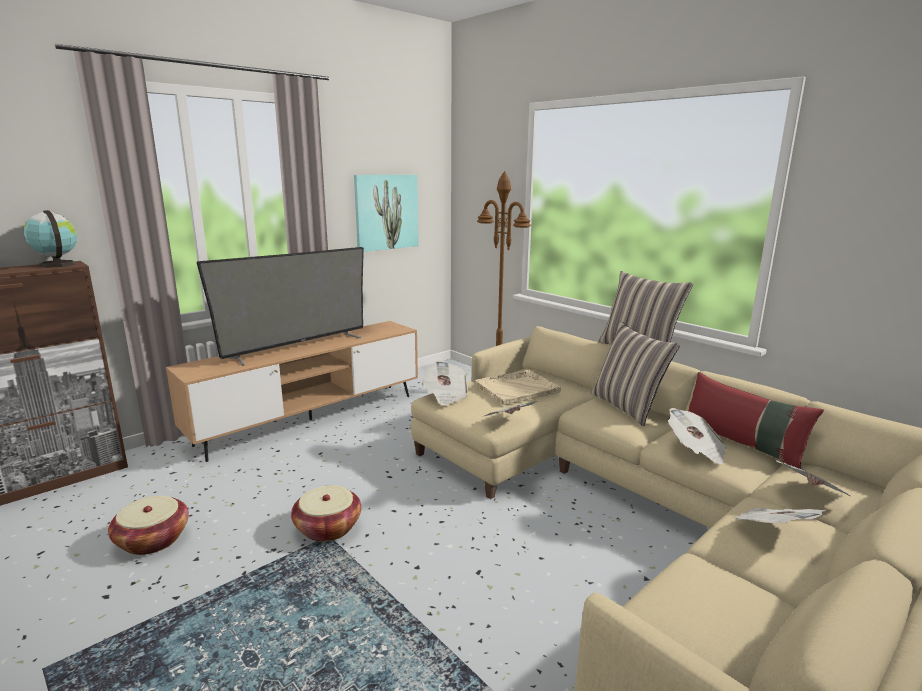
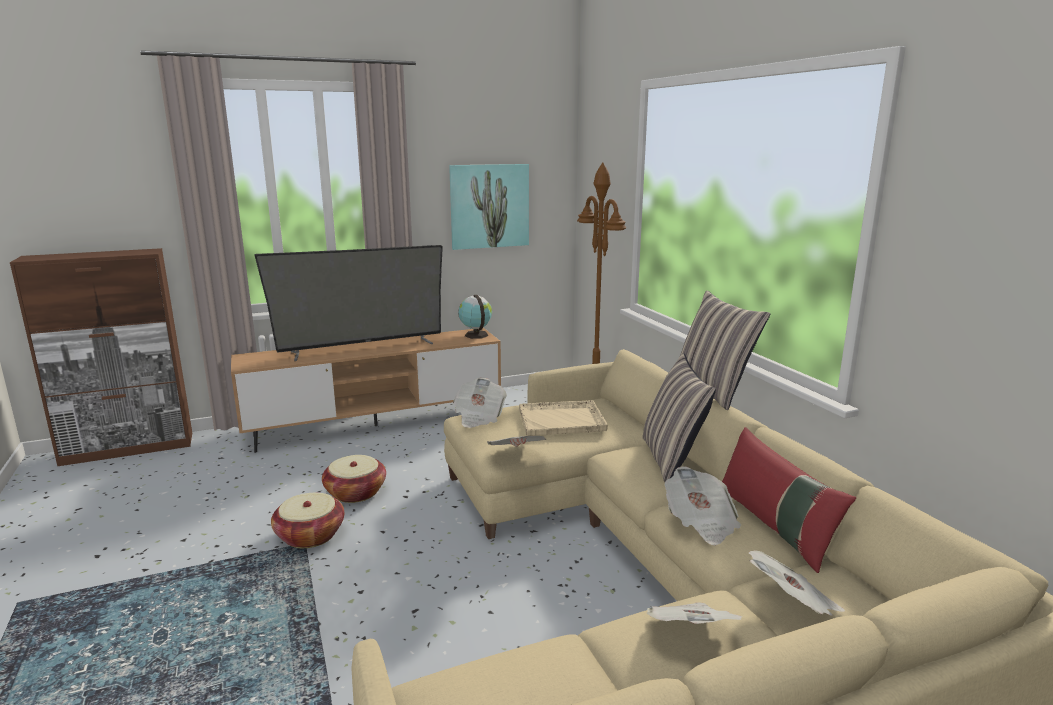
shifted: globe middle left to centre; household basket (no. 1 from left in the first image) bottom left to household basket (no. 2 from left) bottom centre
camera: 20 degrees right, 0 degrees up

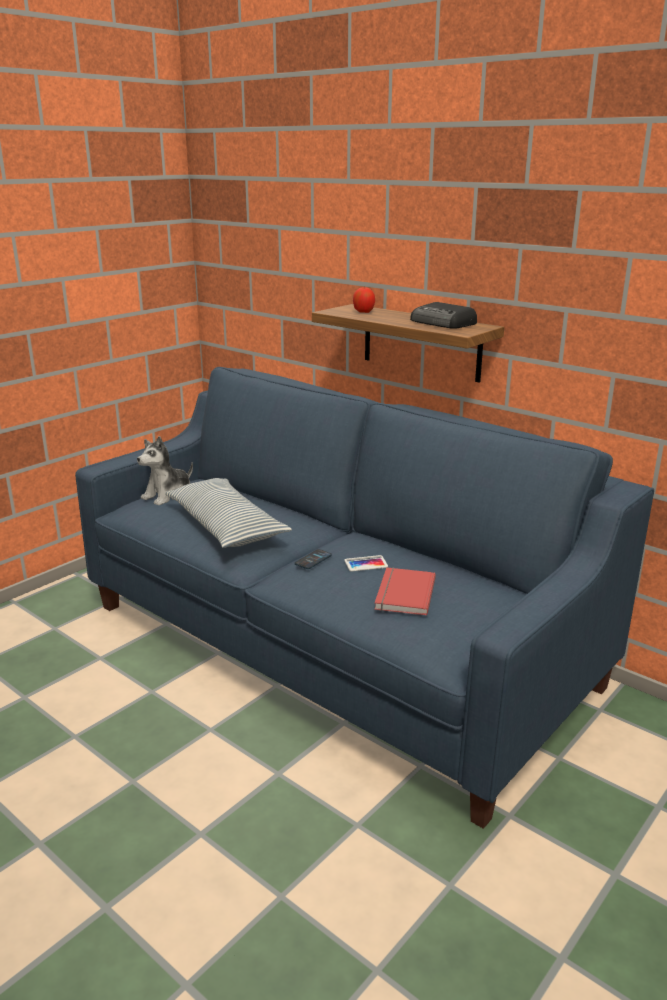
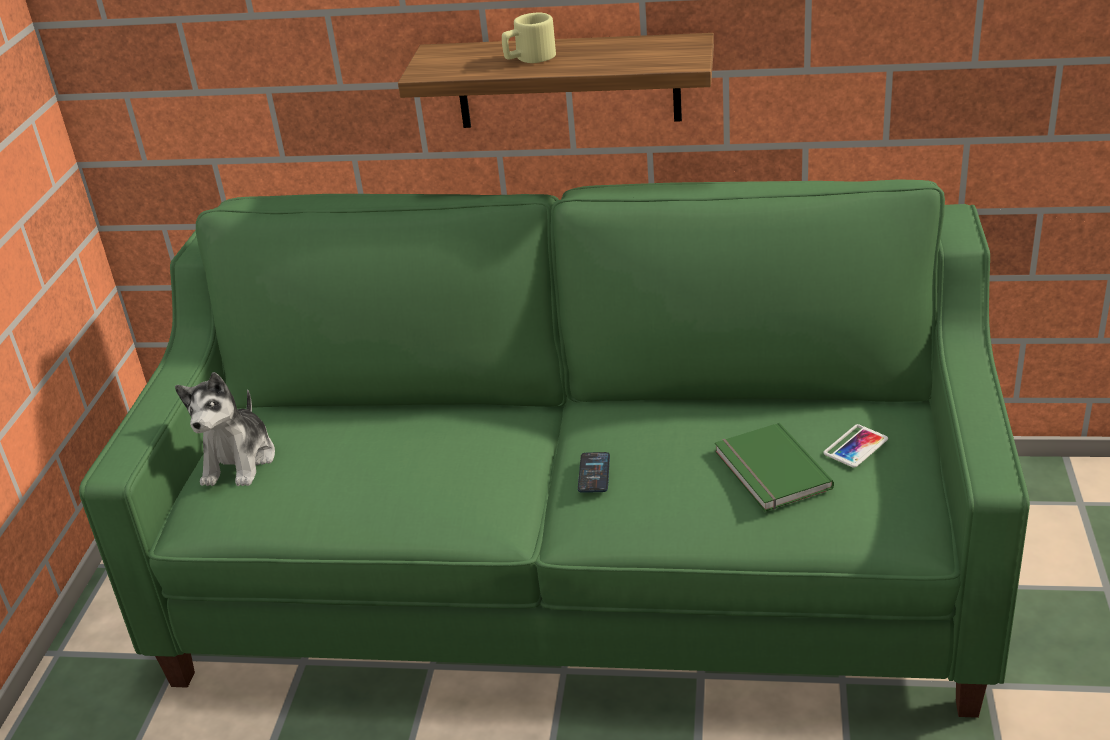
gone: pillow centre; whole apple top centre; radio set top centre
new: beige-coloured mug top centre
shifted: telephone (no. 2 from left) centre to middle right
repainted: blue couch centre to green couch centre; red-coloured bound book centre to green bound book middle right
camera: 30 degrees left, 10 degrees up

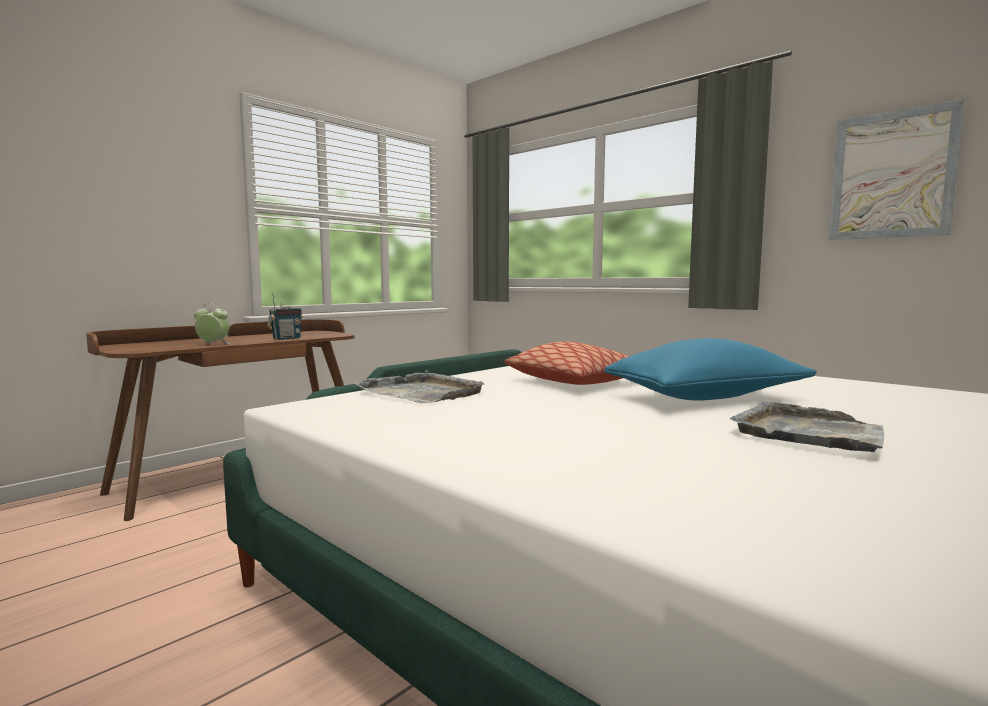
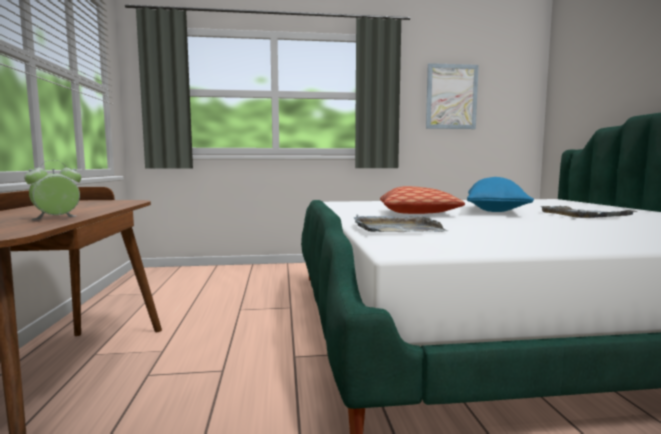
gone: radio set middle left
camera: 50 degrees left, 0 degrees up

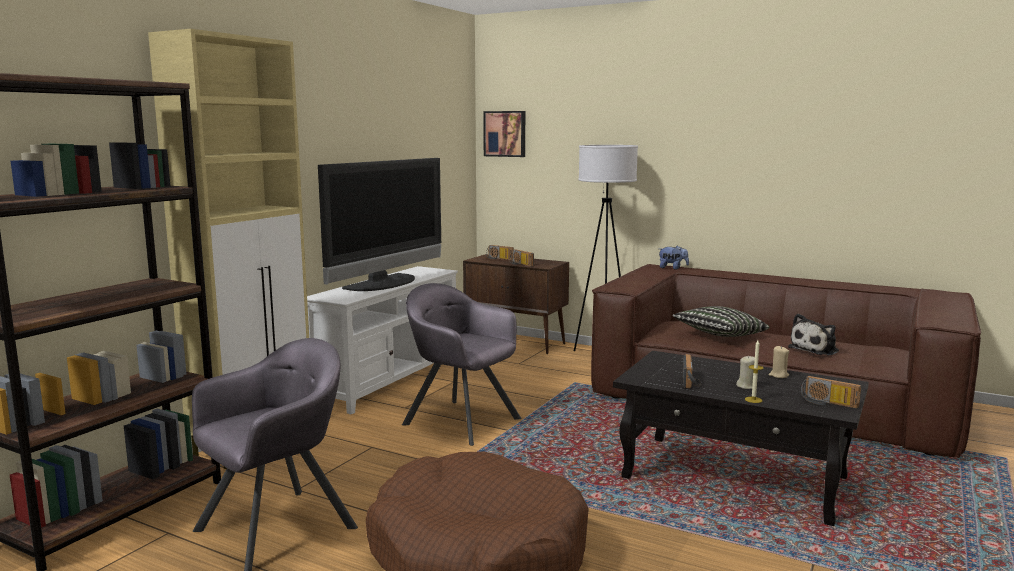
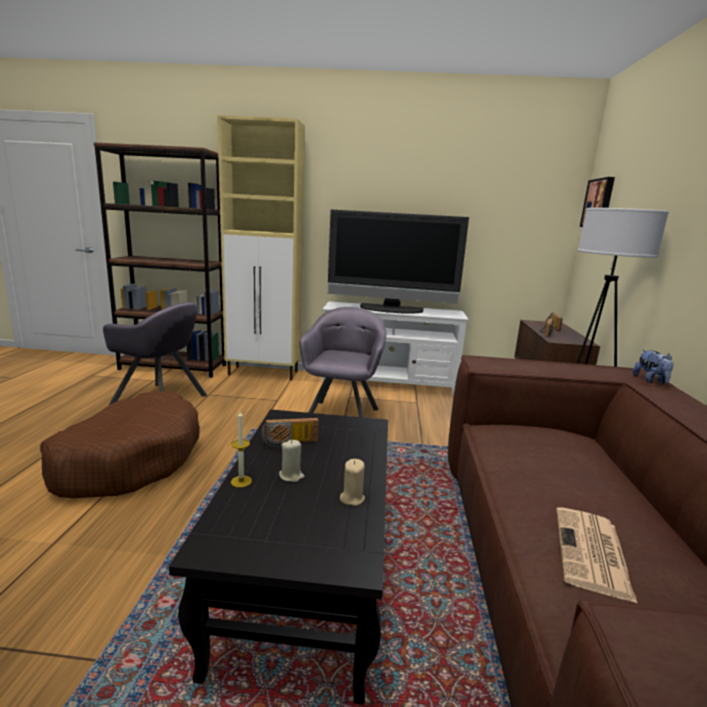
gone: pillow middle right; radio set (no. 4 from left) bottom right
swapped: plush toy (no. 2 from left) middle right to daily paper bottom right
camera: 65 degrees right, 5 degrees up

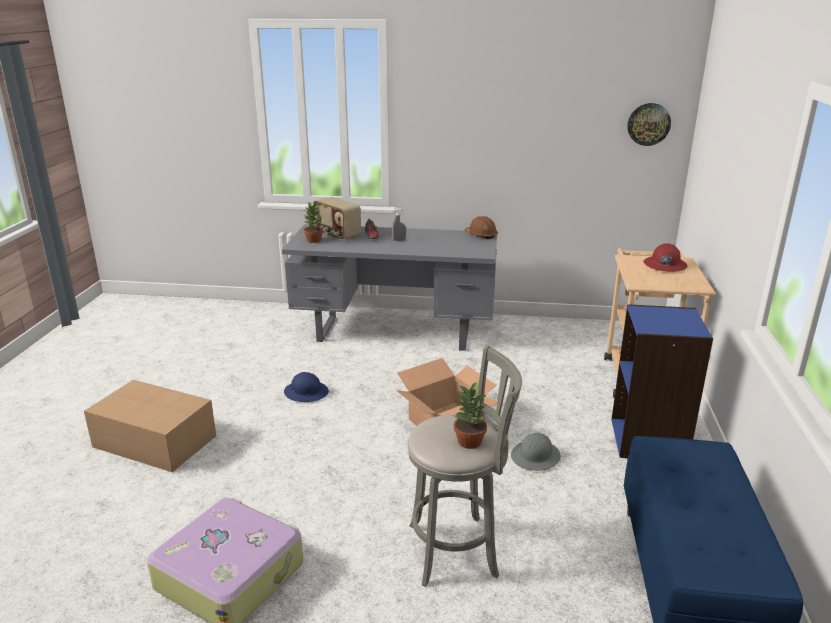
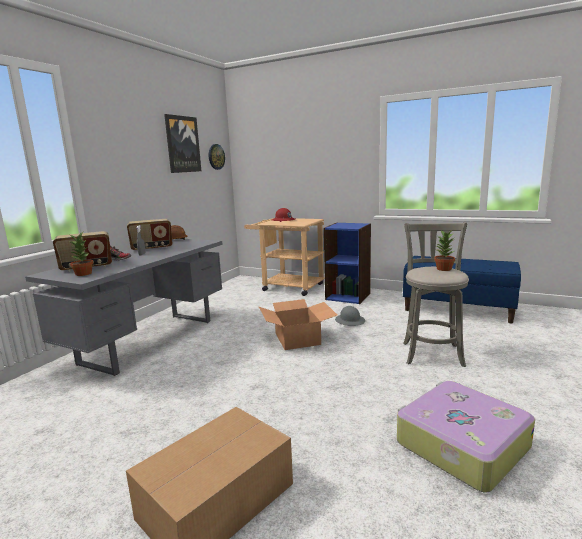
gone: blue hard hat centre
new: radio set (no. 2 from left) middle left; picture top left
camera: 70 degrees left, 10 degrees down

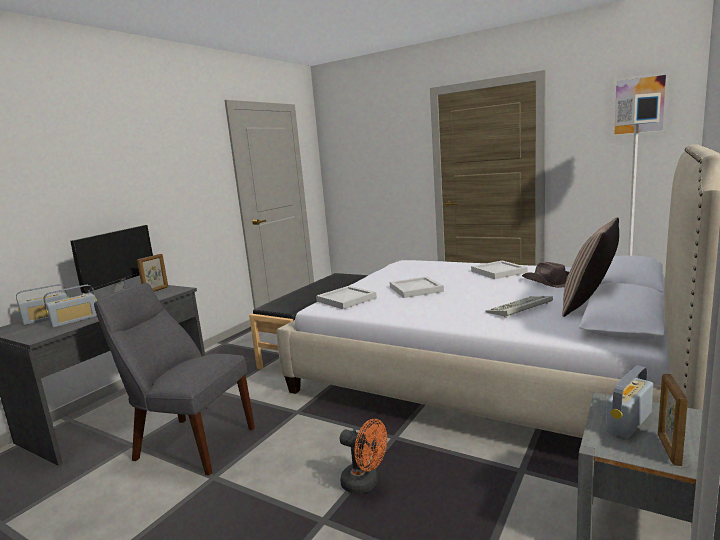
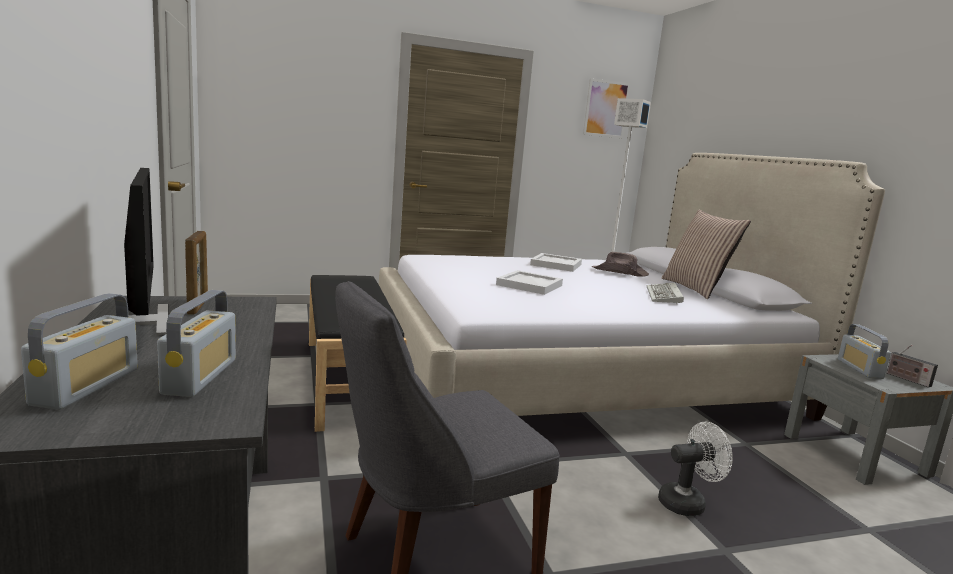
gone: white-coloured tray (no. 1 from left) centre
swapped: standing frame (no. 2 from left) bottom right to radio set (no. 4 from left) middle right
repainted: orange cooling fan bottom centre to white-coloured cooling fan bottom right
camera: 50 degrees left, 0 degrees up

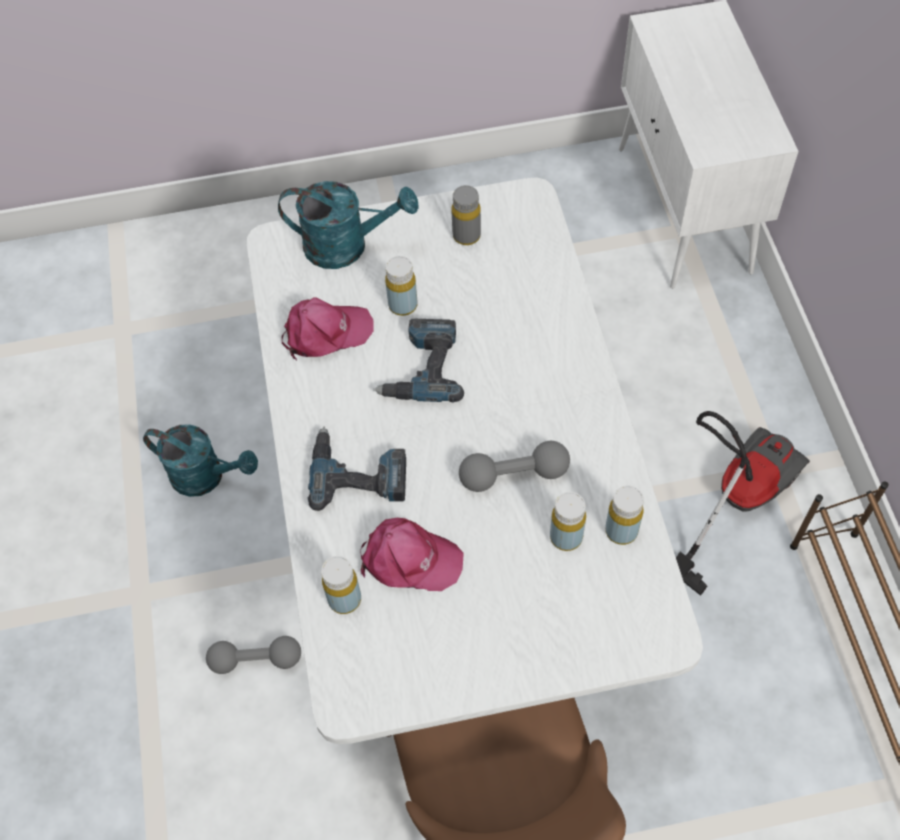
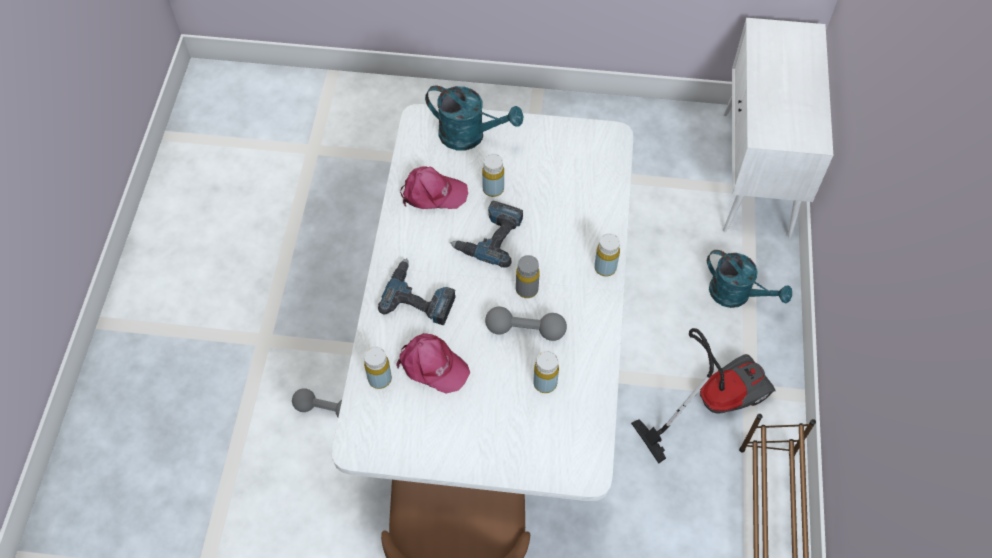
shifted: turquoise-coloured sprinkling can (no. 1 from left in the first image) middle left to turquoise-coloured sprinkling can (no. 2 from left) middle right; grey drink bottle top centre to centre; yellow-coloured drink bottle (no. 4 from left) middle right to centre
camera: 15 degrees right, 0 degrees up

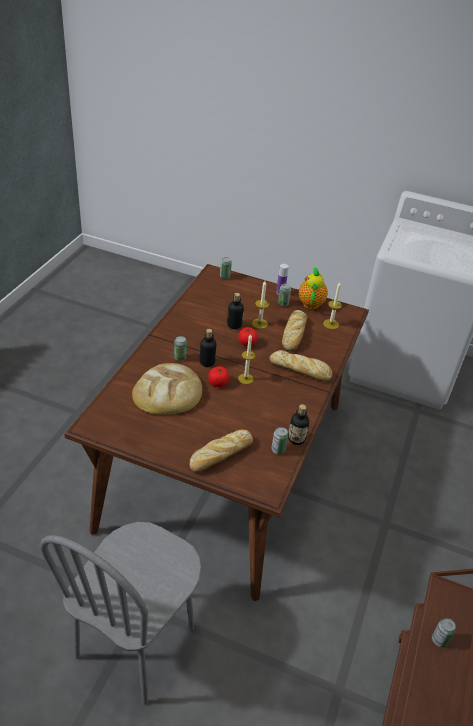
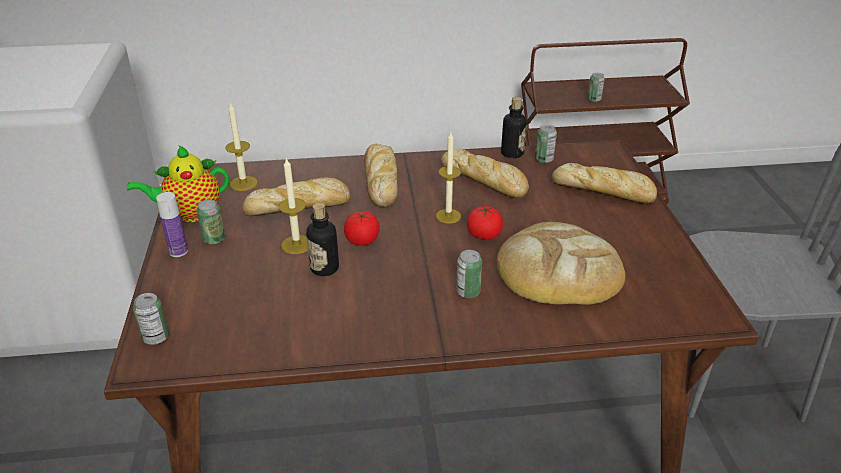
gone: drink bottle (no. 1 from left) centre
new: baked bread (no. 3 from left) centre
camera: 115 degrees left, 5 degrees down

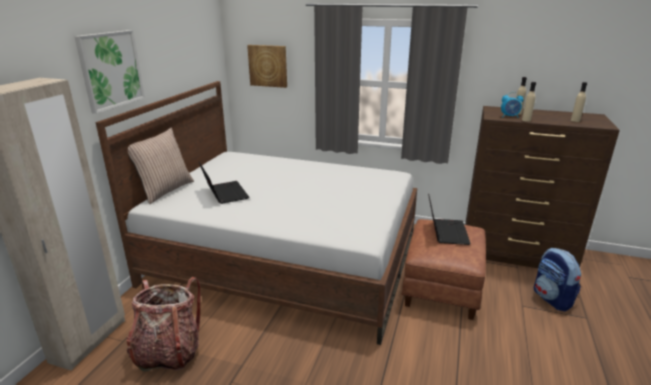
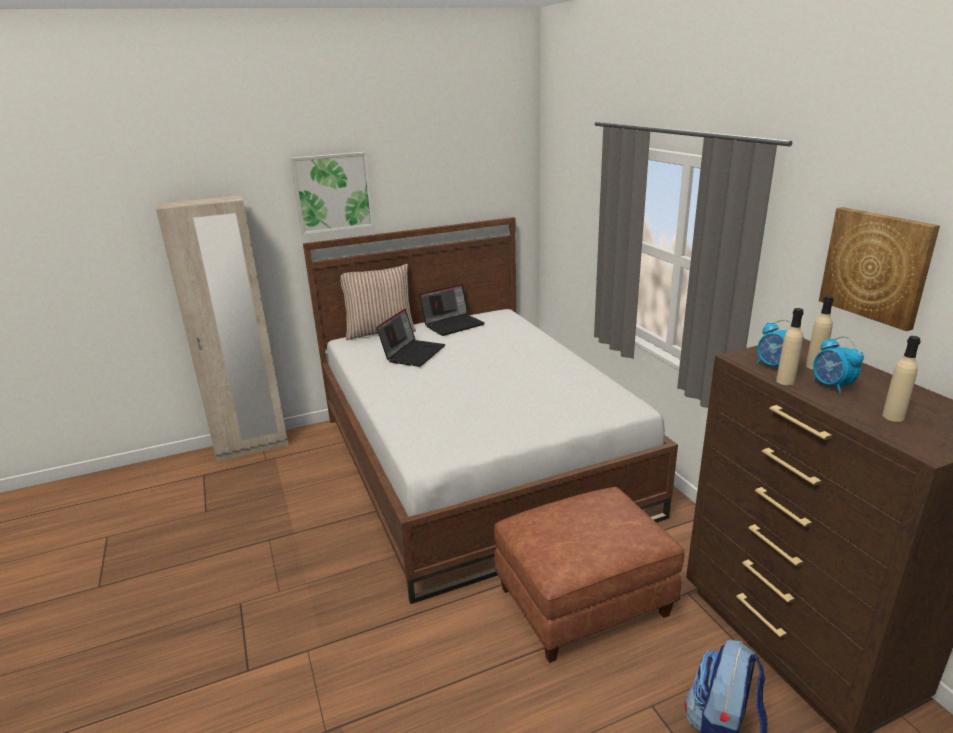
gone: rucksack (no. 1 from left) bottom left
new: table clock (no. 2 from left) middle right
shifted: picture (no. 2 from left) top centre to middle right; laptop (no. 2 from left) middle right to centre
camera: 50 degrees right, 0 degrees up

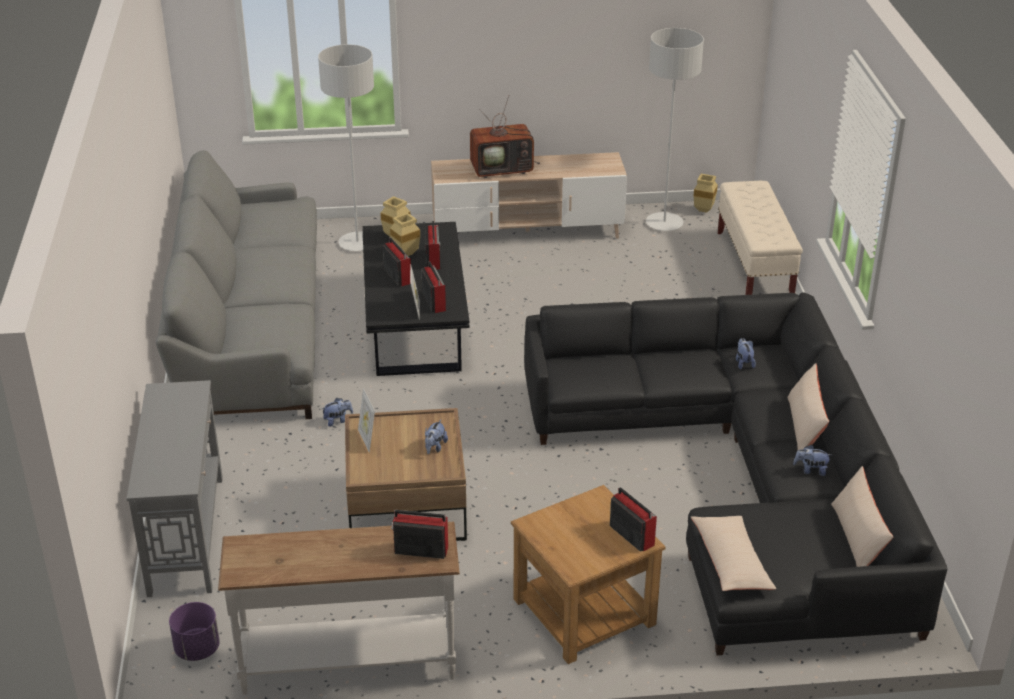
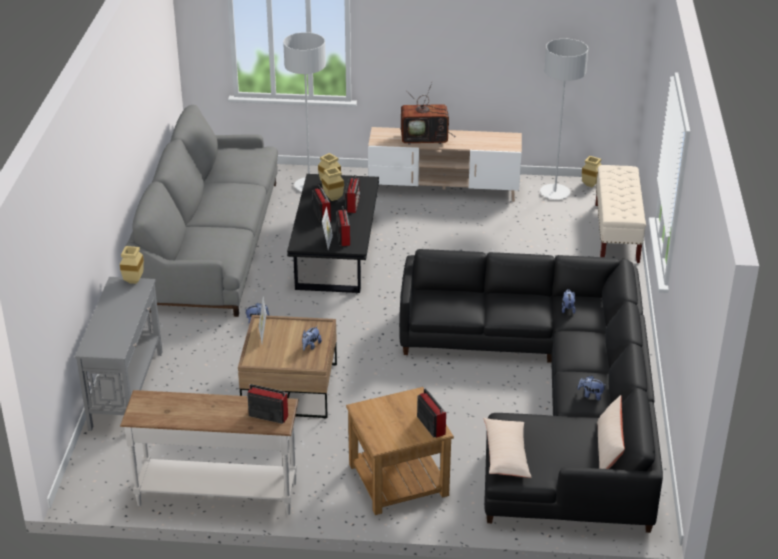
gone: purple-coloured flower pot bottom left; beige-coloured pillow (no. 2 from left) middle right
new: beige-coloured flower vase (no. 1 from left) middle left
camera: 10 degrees right, 0 degrees up

